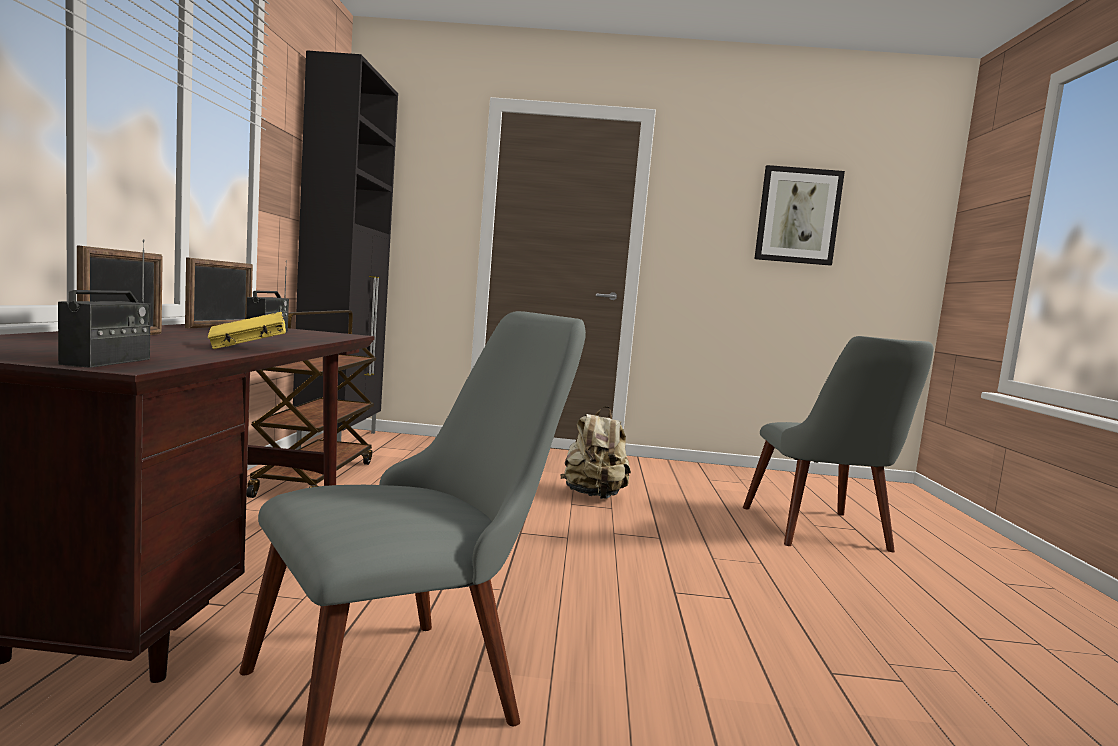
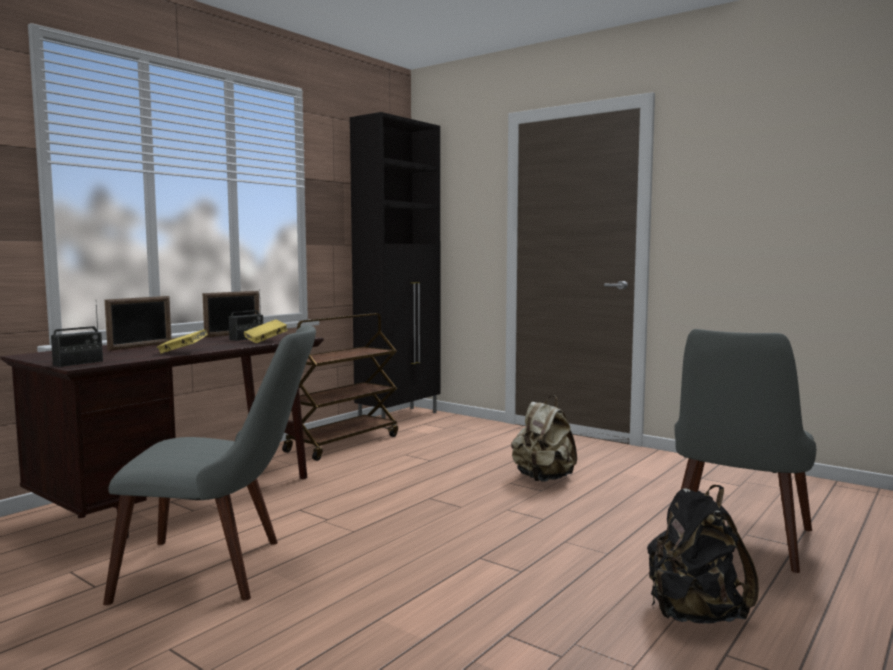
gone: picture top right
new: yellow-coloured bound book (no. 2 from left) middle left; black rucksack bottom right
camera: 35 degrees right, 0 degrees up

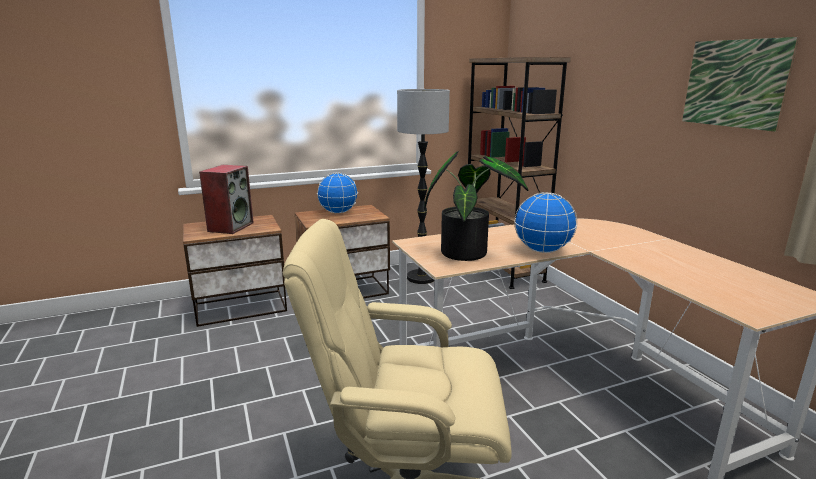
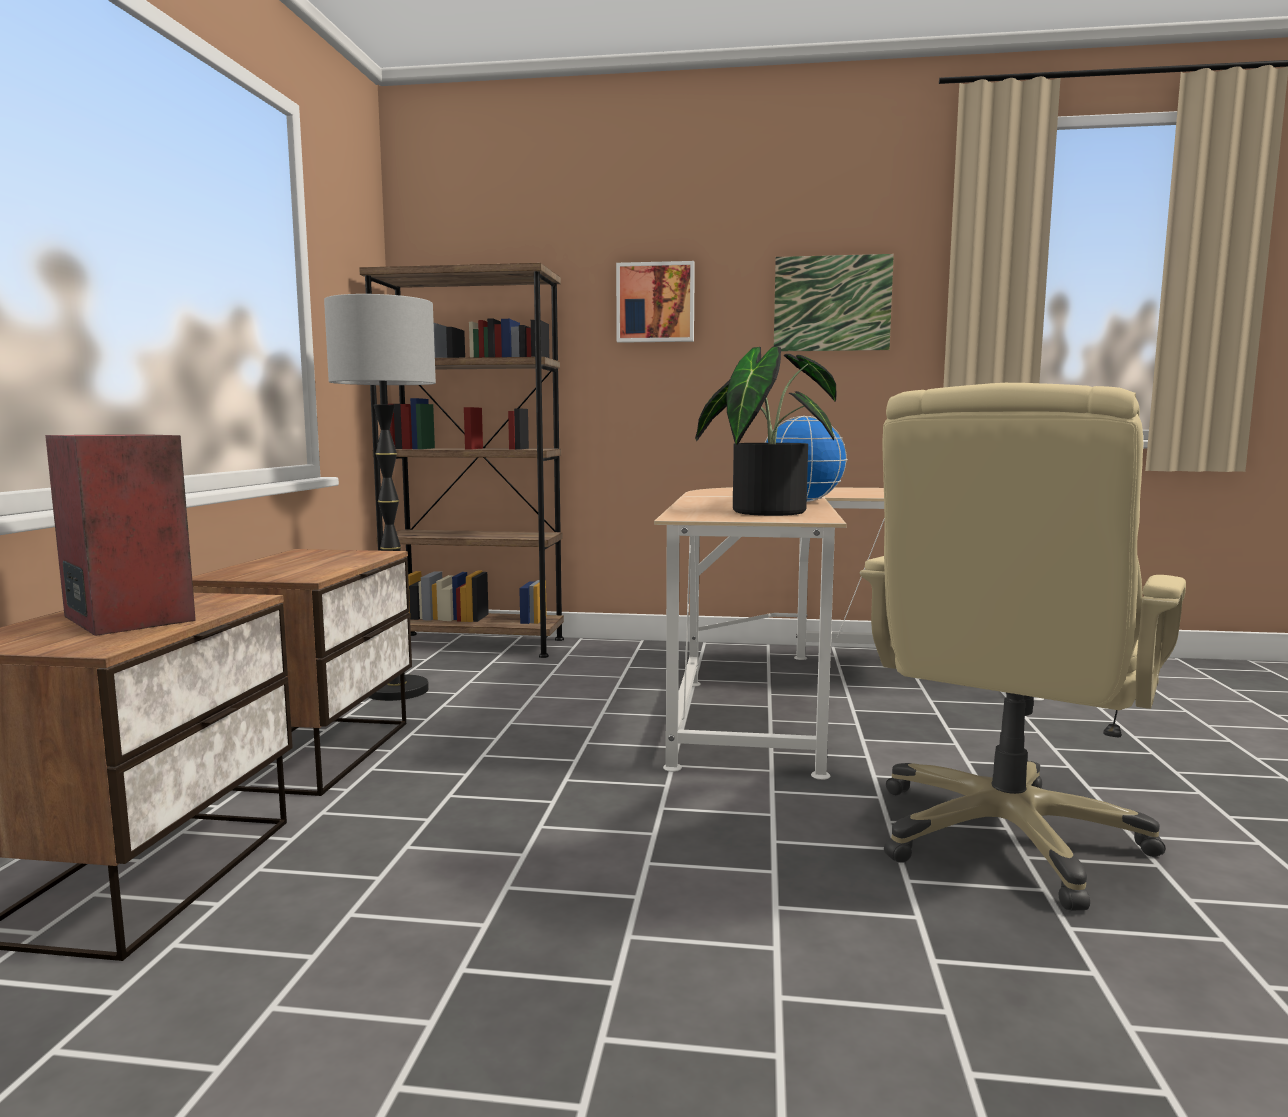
gone: globe (no. 1 from left) centre
new: picture (no. 1 from left) top centre
camera: 60 degrees left, 10 degrees down

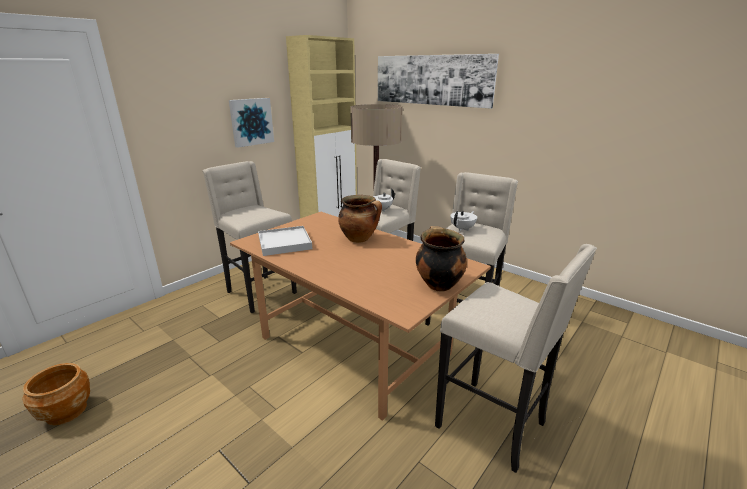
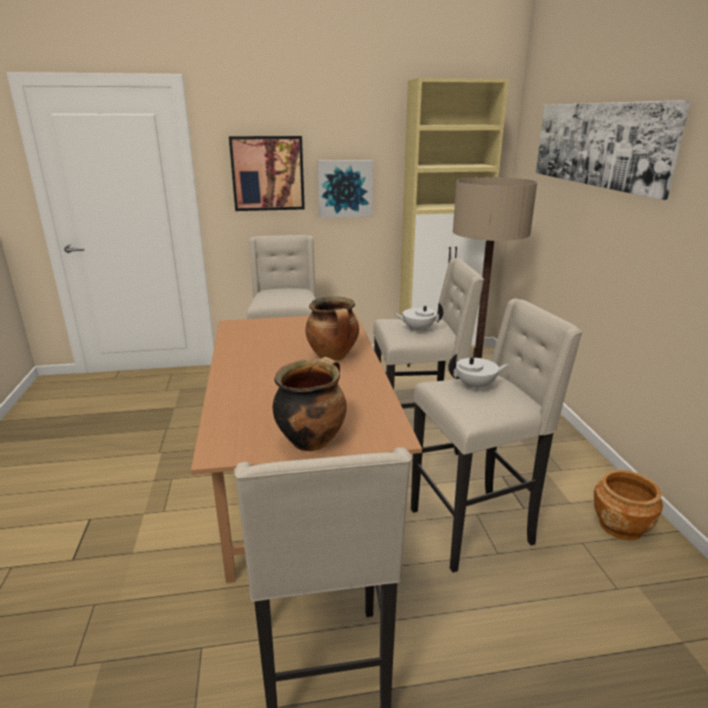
gone: white-coloured tray centre
new: picture (no. 1 from left) top centre
shifted: brown flower pot bottom left to bottom right
camera: 40 degrees right, 0 degrees up

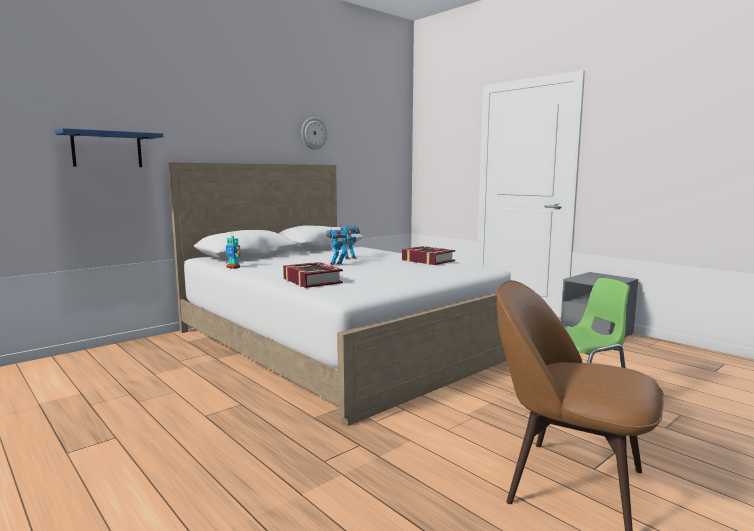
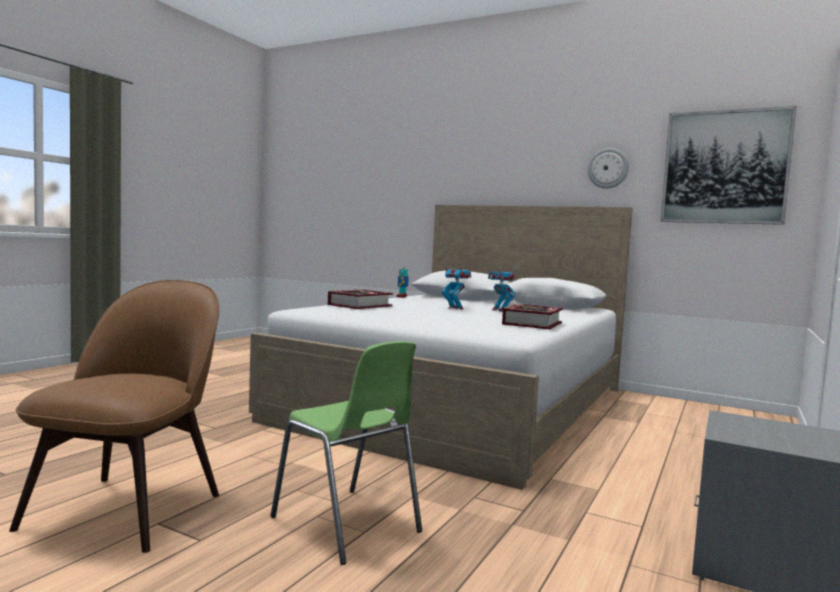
gone: blue bracket shelf top left
new: picture top right
camera: 70 degrees right, 5 degrees down

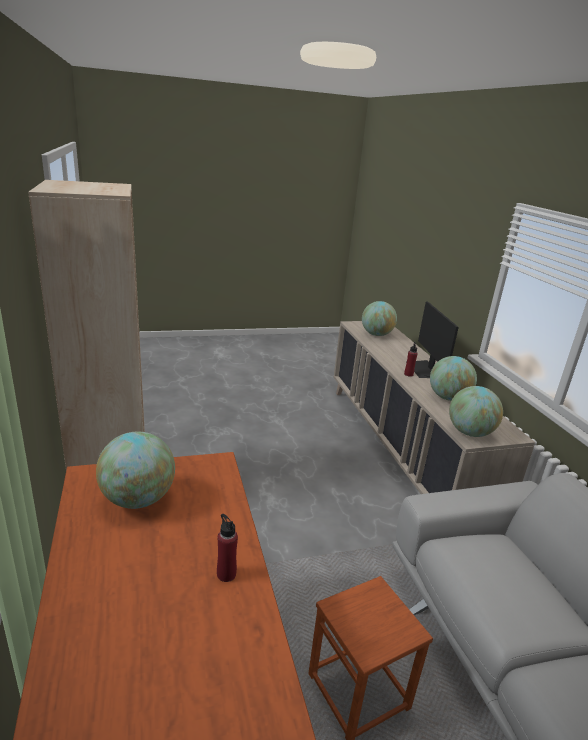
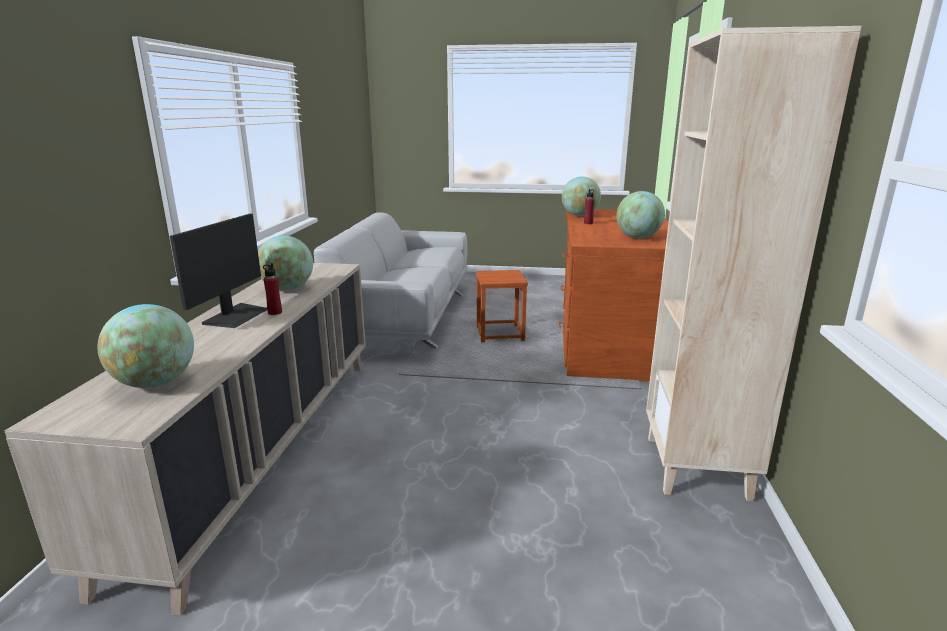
shifted: globe (no. 4 from left in the first image) middle right to globe (no. 3 from left) top centre
camera: 155 degrees left, 5 degrees down

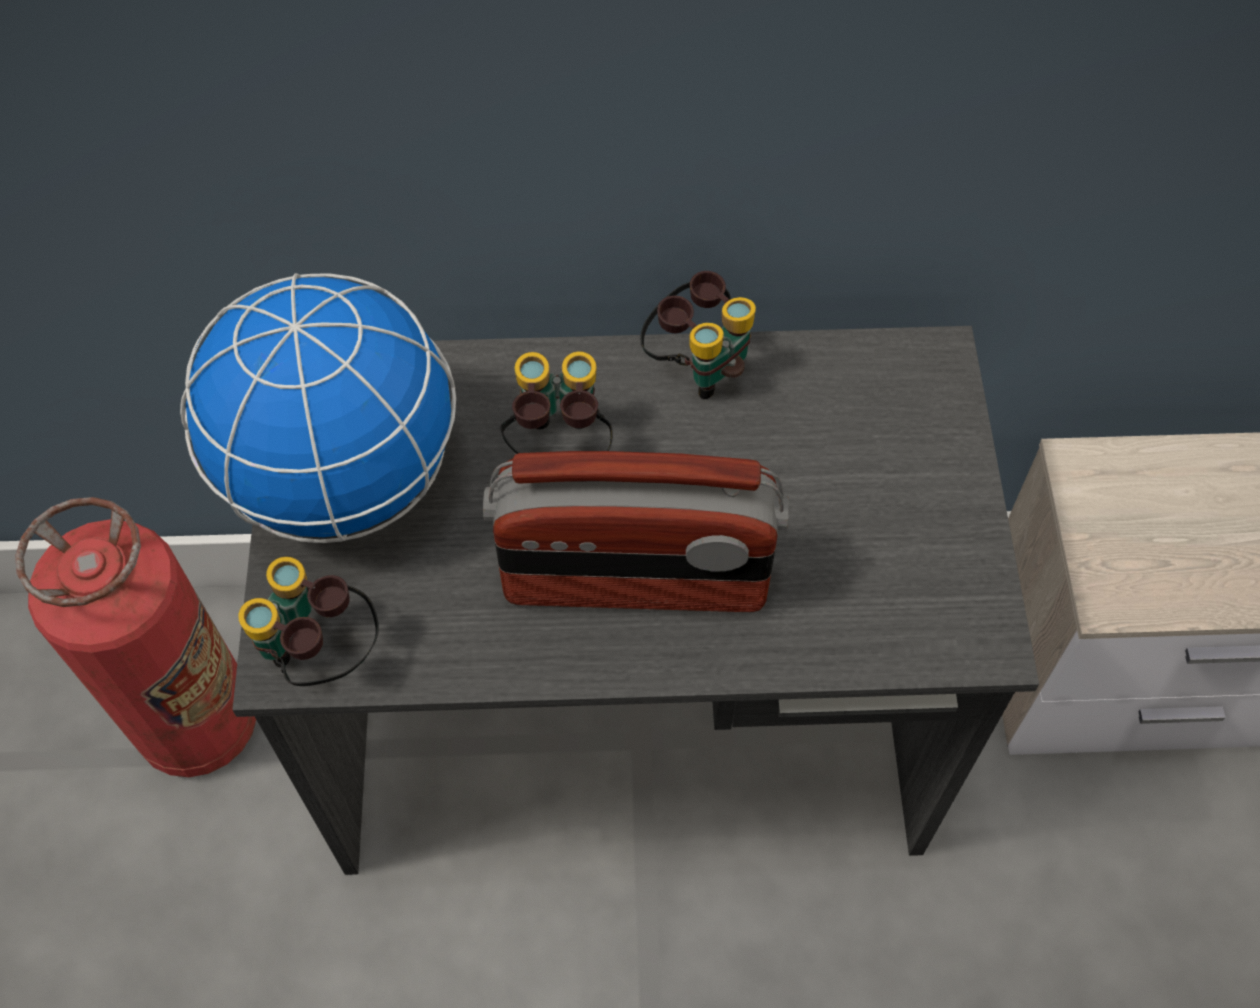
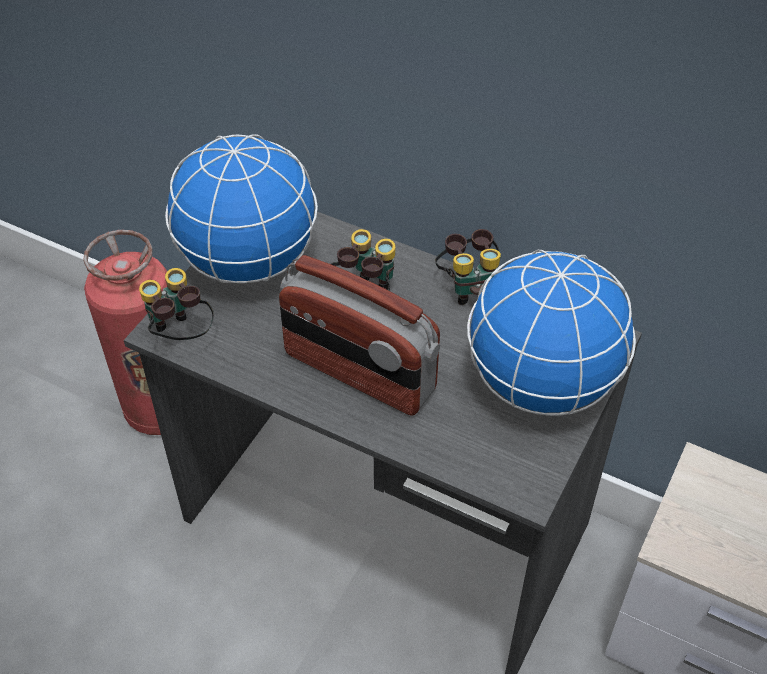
new: globe (no. 2 from left) middle right
camera: 30 degrees right, 10 degrees down

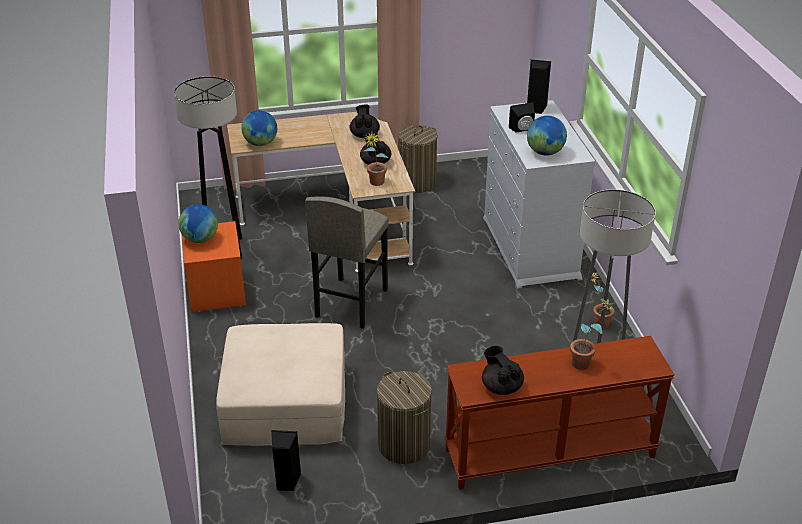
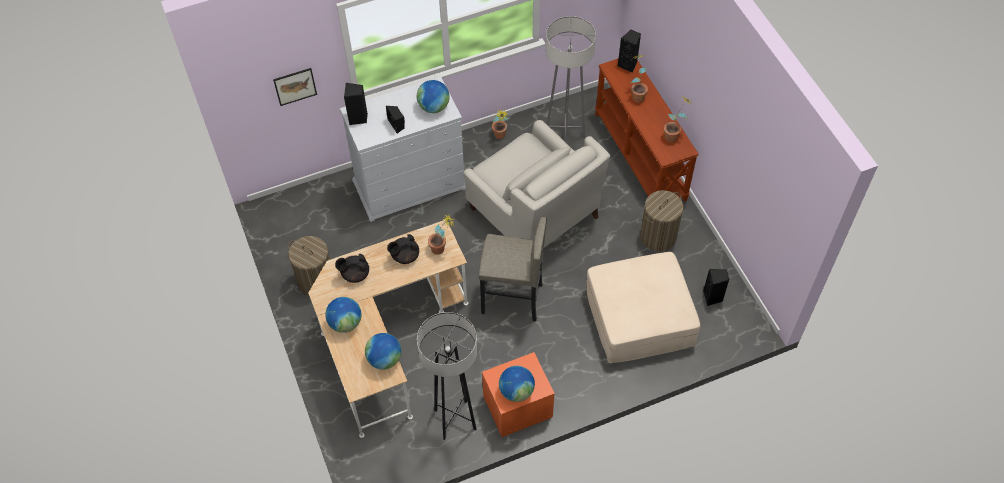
new: picture top left; globe (no. 1 from left) centre; white-coloured armchair centre; black loudspeaker (no. 3 from left) top centre
swapped: black tea pot (no. 3 from left) bottom centre to plant in a pot (no. 4 from left) top right
camera: 100 degrees left, 20 degrees up

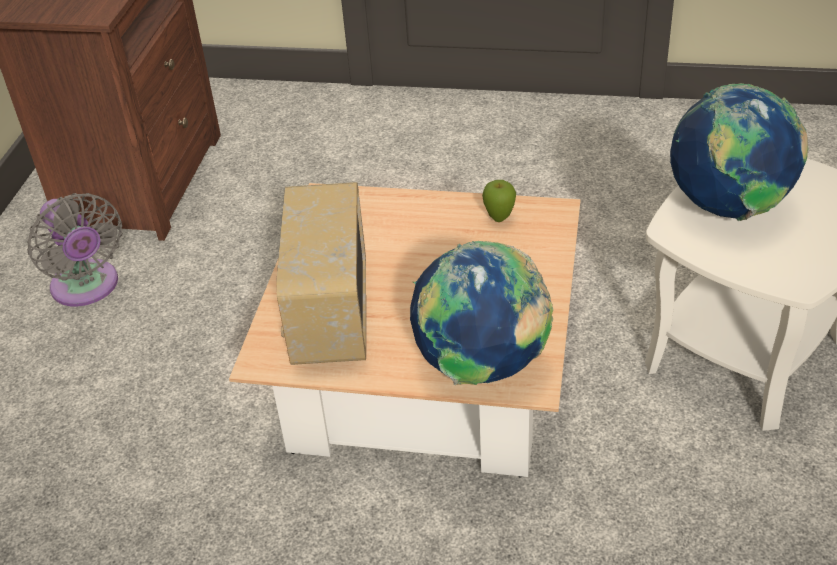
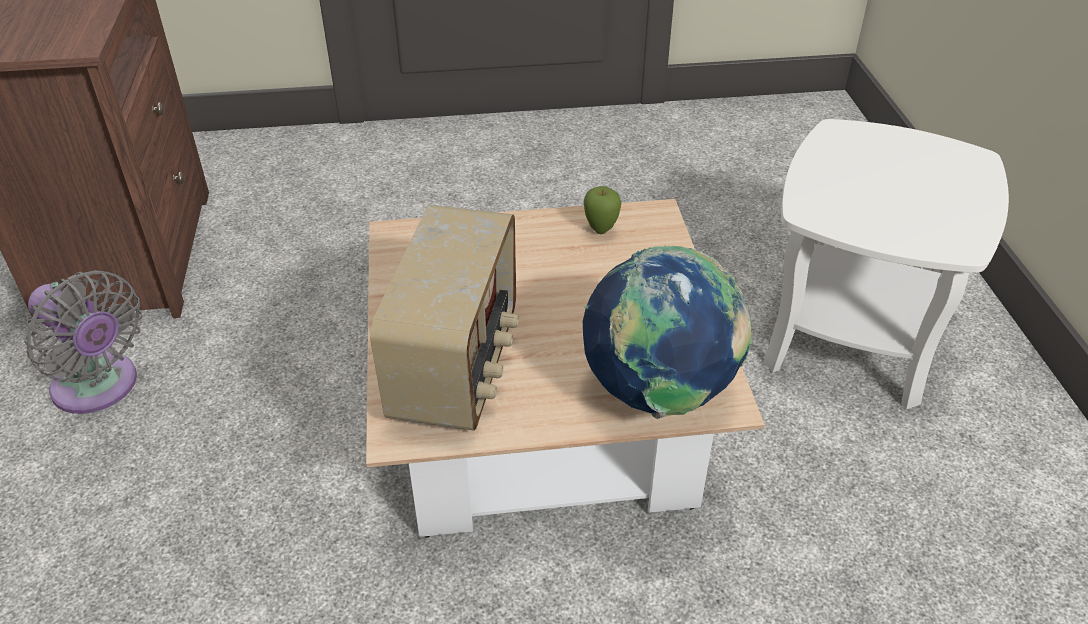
gone: globe (no. 2 from left) top right
rotated: radio set centre = centre 150 degrees counterclockwise
camera: 20 degrees left, 0 degrees up

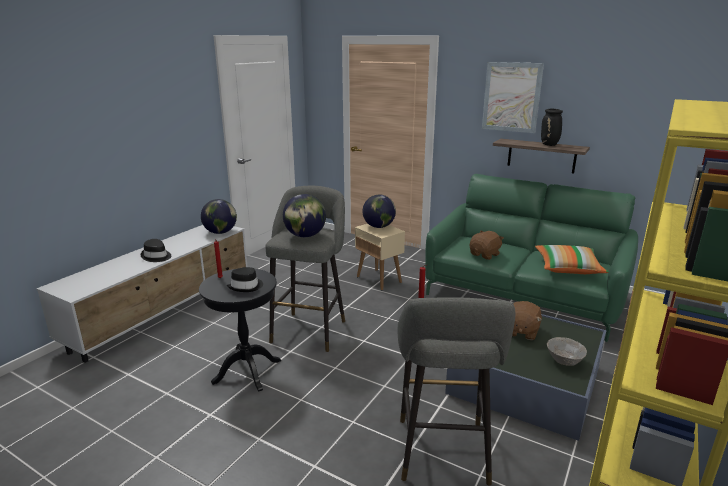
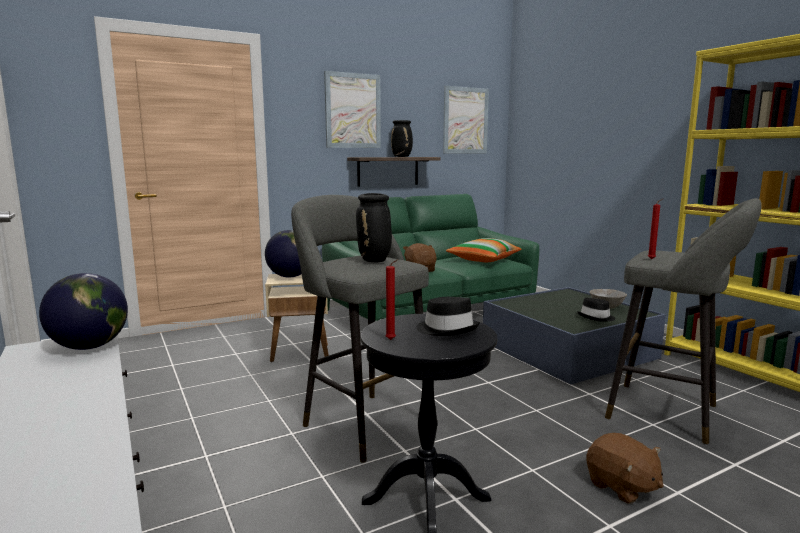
new: picture (no. 2 from left) top centre
shifted: black wearable hat (no. 1 from left in the first image) middle left to black wearable hat (no. 2 from left) middle right; brown plush toy (no. 2 from left) middle right to bottom right
swapped: globe (no. 2 from left) centre to black flower vase (no. 1 from left) centre
camera: 60 degrees left, 10 degrees down

